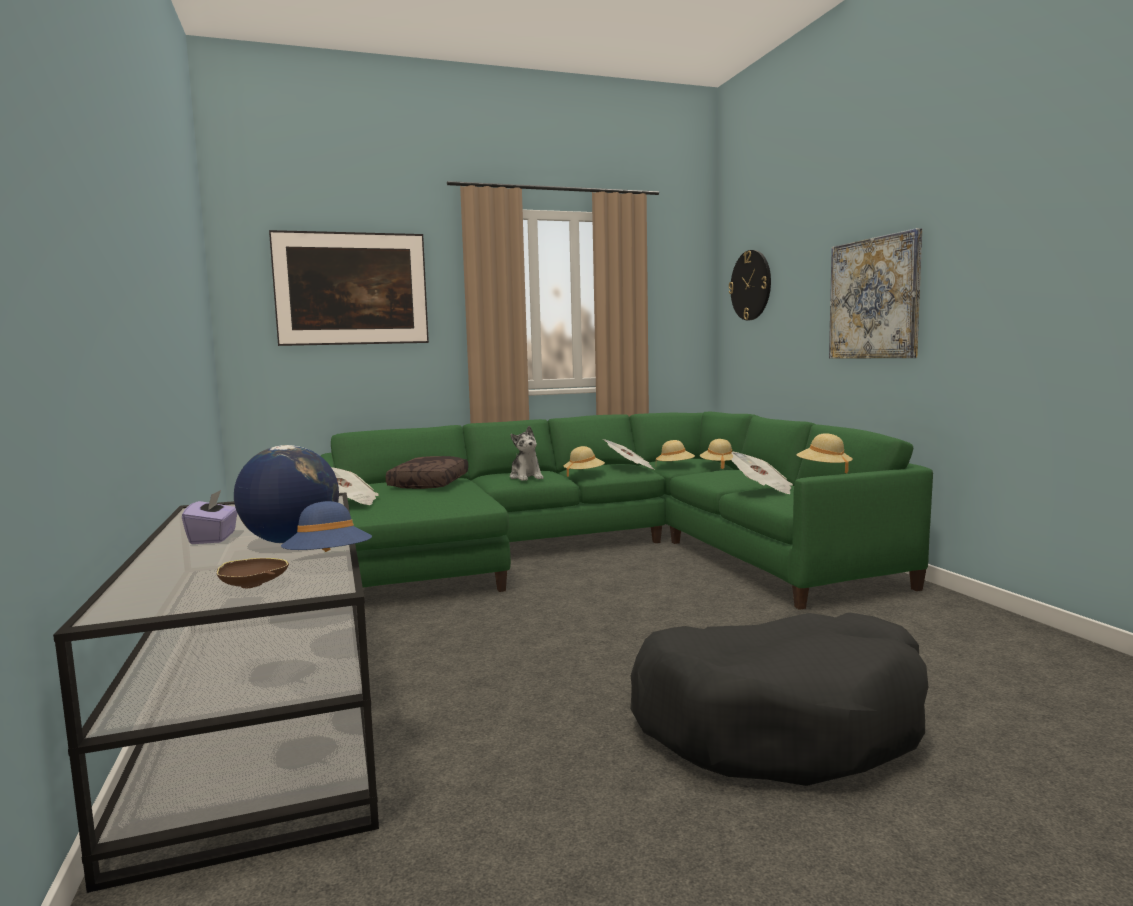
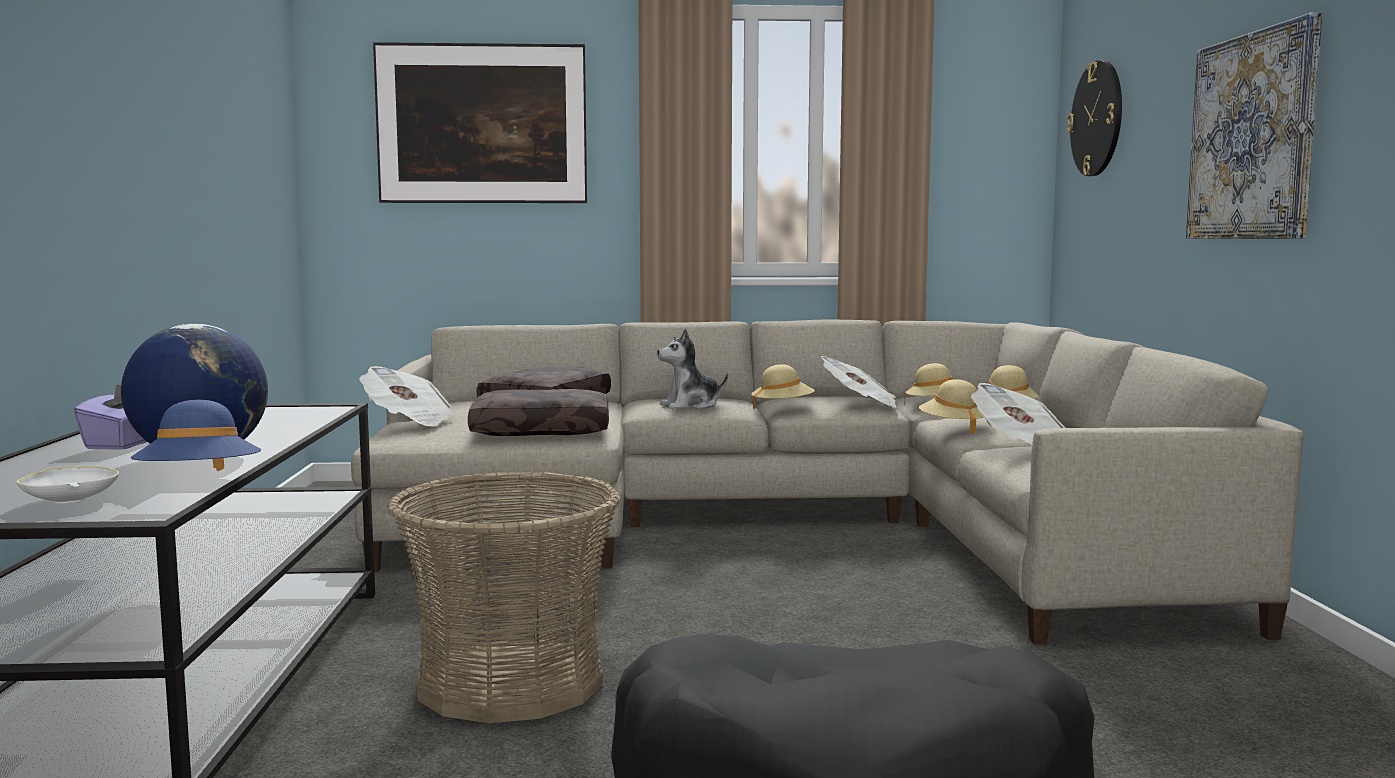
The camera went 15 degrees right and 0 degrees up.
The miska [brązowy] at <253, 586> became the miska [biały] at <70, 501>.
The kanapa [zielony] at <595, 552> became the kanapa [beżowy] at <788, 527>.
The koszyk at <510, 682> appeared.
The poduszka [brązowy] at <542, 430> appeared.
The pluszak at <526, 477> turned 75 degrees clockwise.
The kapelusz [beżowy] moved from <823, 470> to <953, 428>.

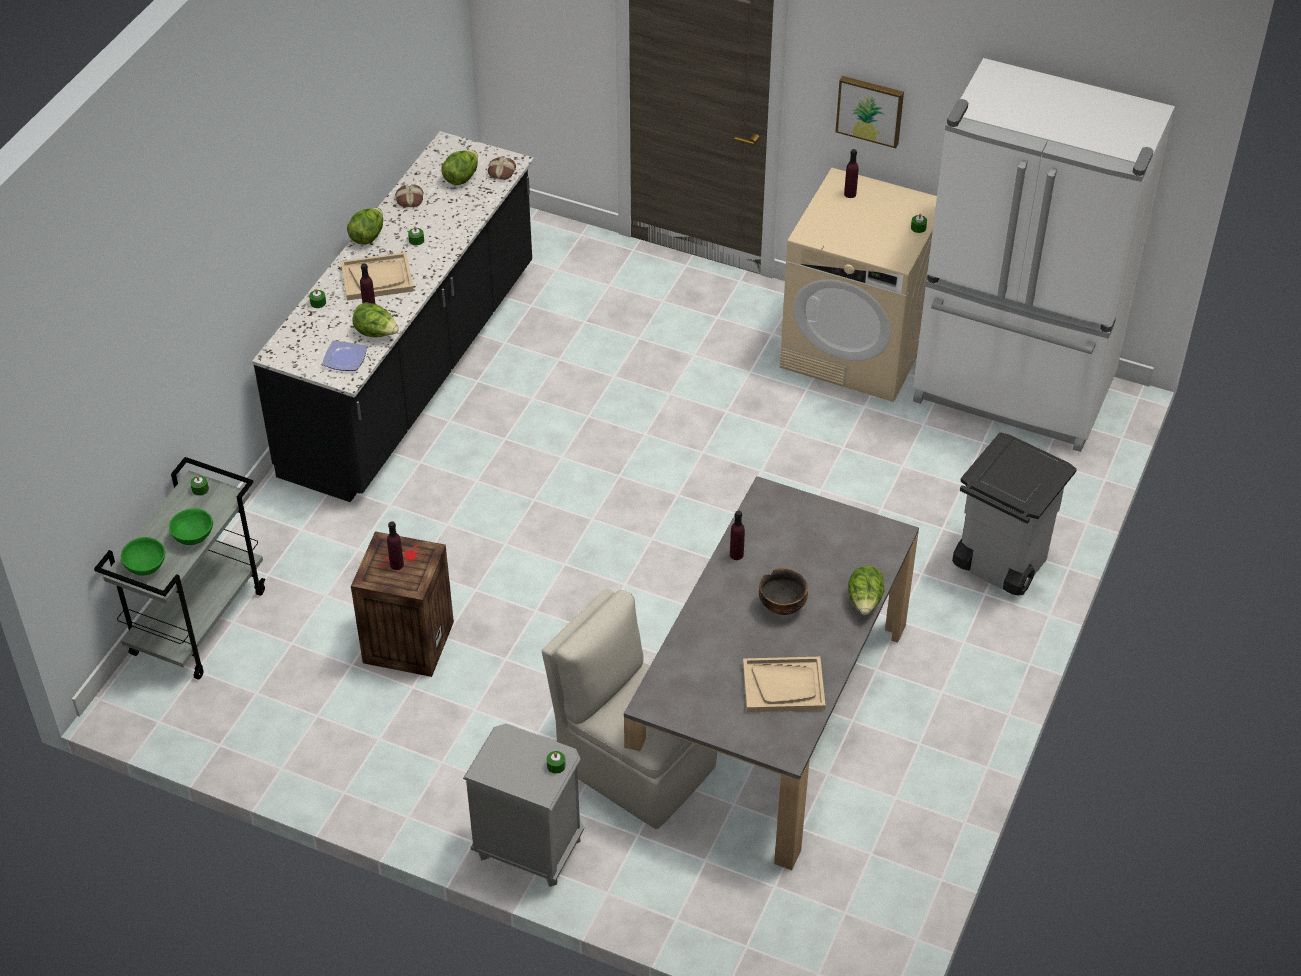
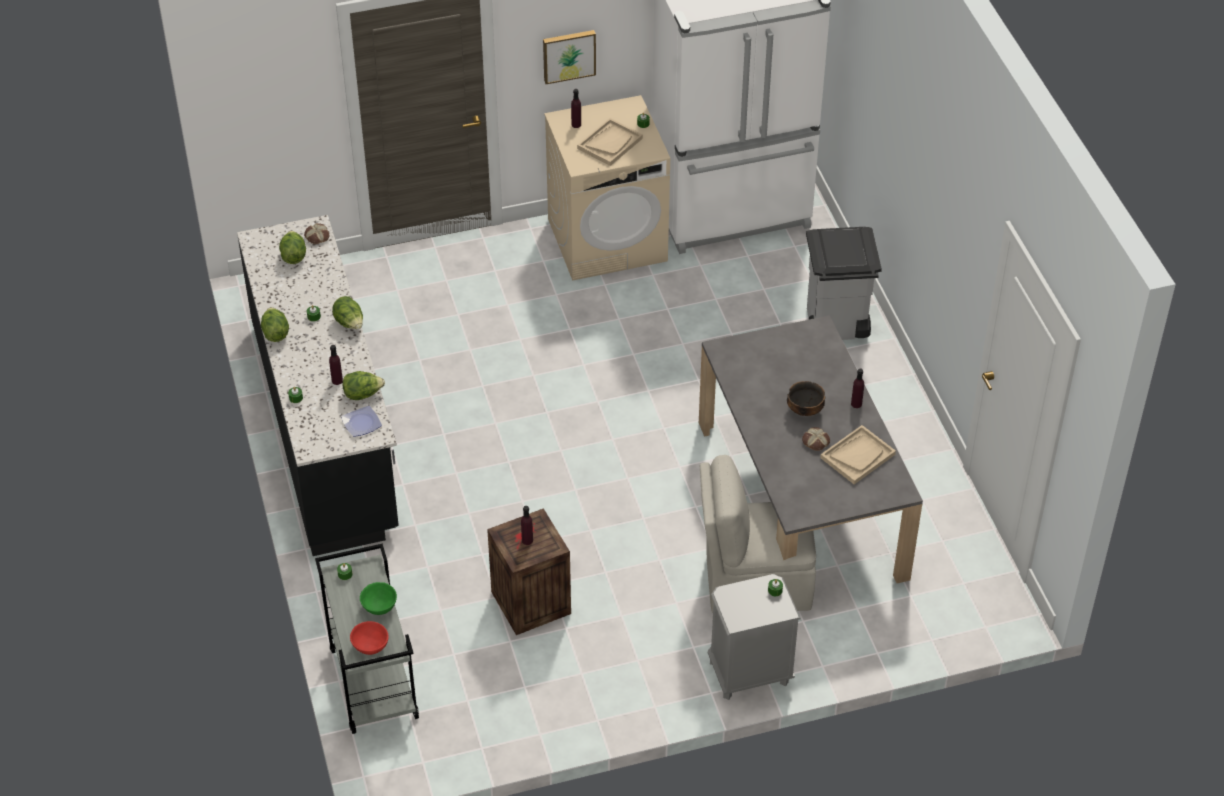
The camera went 40 degrees left and 0 degrees up.
The sałata moved from <865, 602> to <350, 323>.
The miska [zielony] at <146, 566> became the miska [czerwony] at <370, 646>.
The taca [beżowy] moved from <377, 278> to <610, 143>.
The chleb moved from <409, 199> to <815, 442>.
The butelka [fioletowy] moved from <736, 554> to <856, 404>.

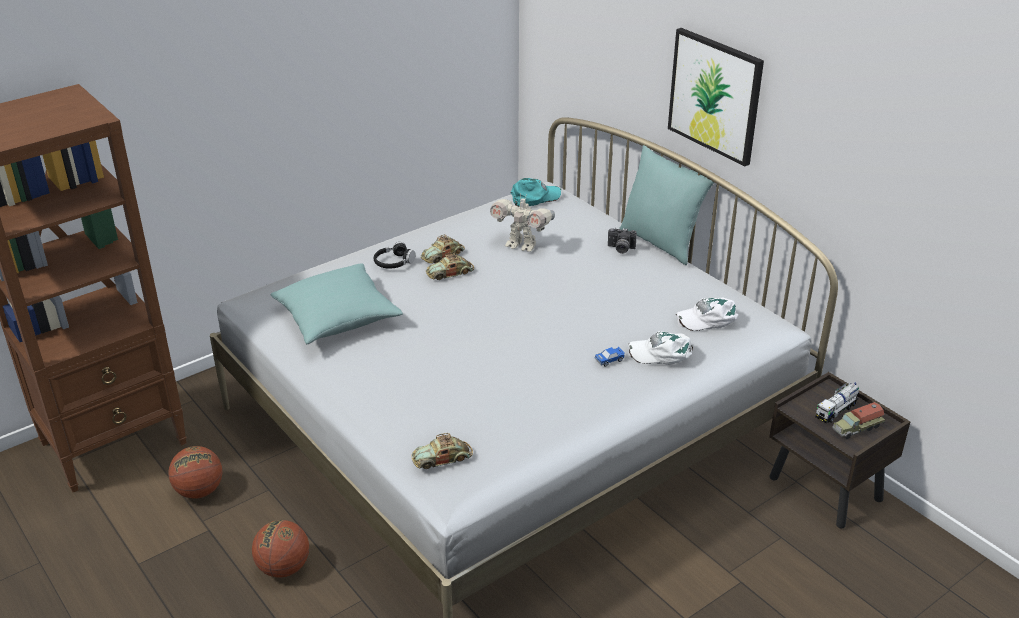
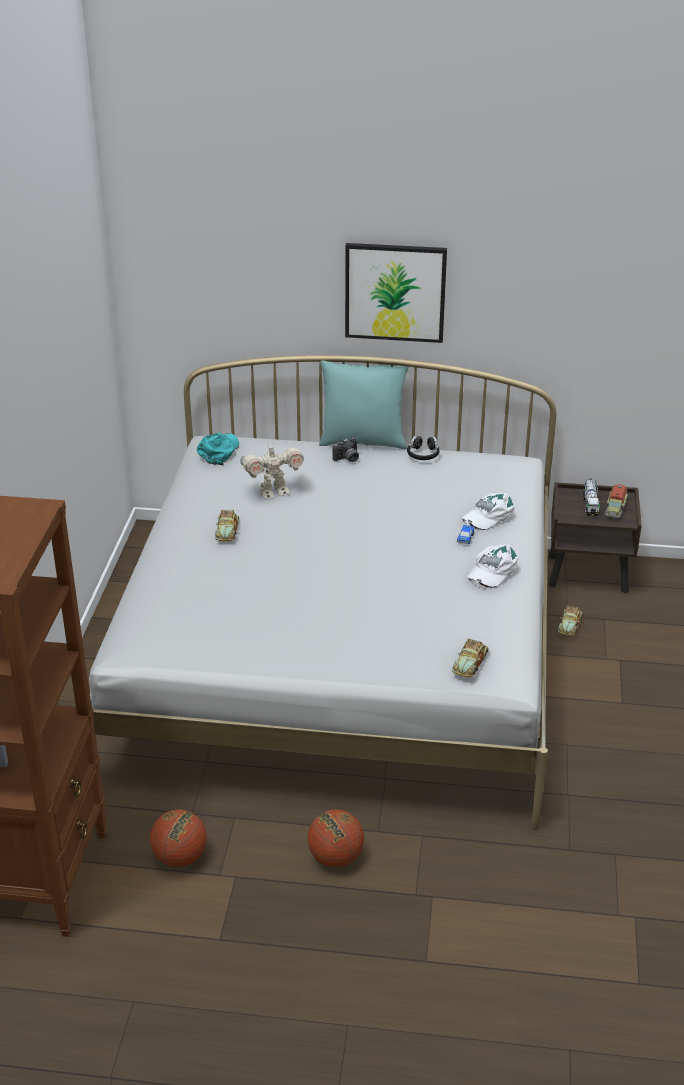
The camera went 45 degrees left and 0 degrees up.
The słuchawki [czarny] moved from <393, 262> to <423, 454>.
The czapka z daszkiem [biały] moved from <707, 318> to <491, 570>.
The samochodzik moved from <450, 273> to <569, 625>.
The poduszka [turkusowy] at <337, 318> disappeared.

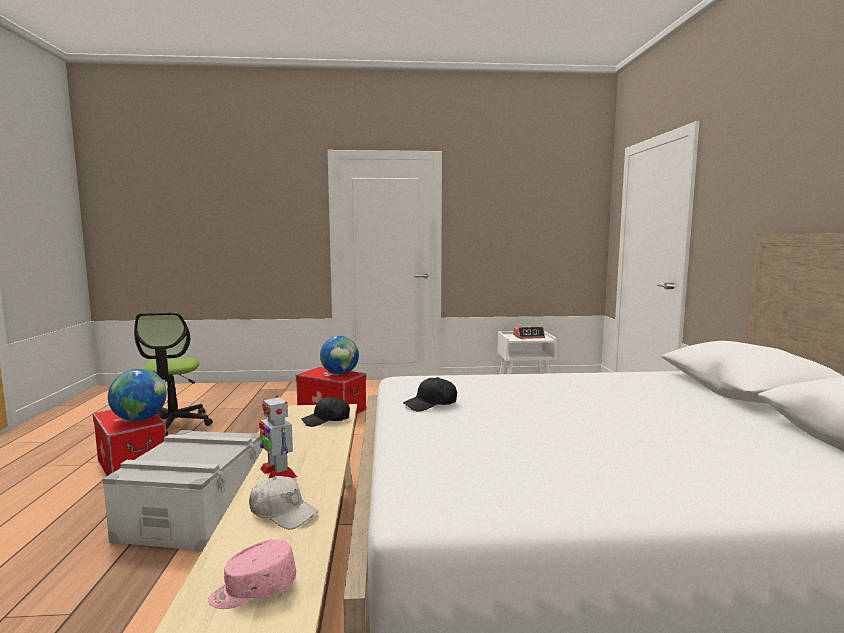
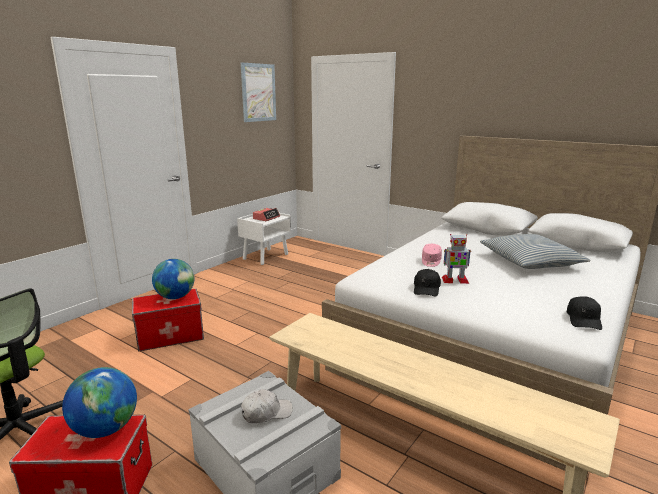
The camera went 50 degrees left and 10 degrees up.
The obraz at <258, 92> appeared.
The czapka z daszkiem [biały] moved from <283, 512> to <266, 413>.
The czapka z daszkiem [różowy] moved from <253, 590> to <431, 261>.
The robot zabawkowy moved from <277, 472> to <454, 280>.
The poduszka at <530, 261> appeared.
The czapka z daszkiem [czarny] moved from <326, 420> to <583, 319>.

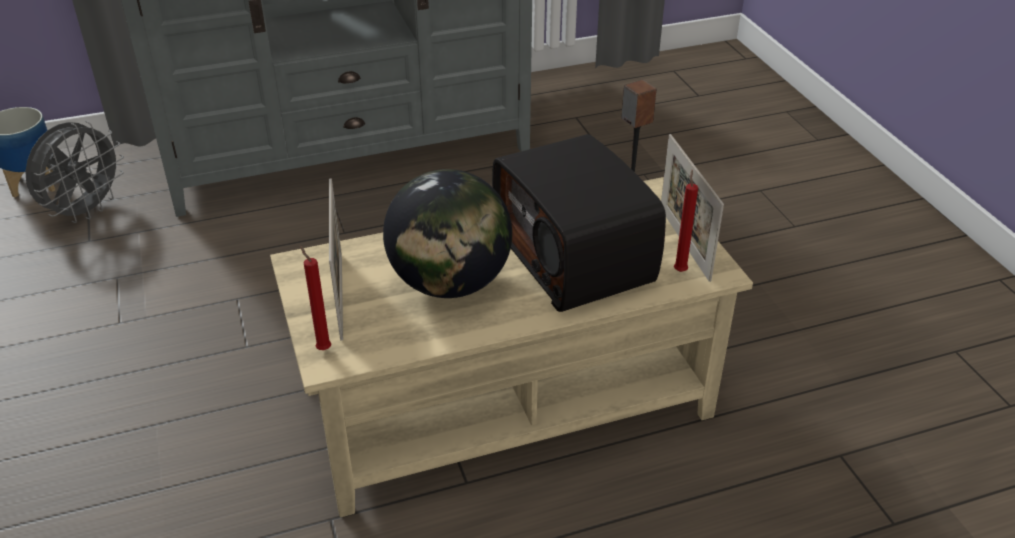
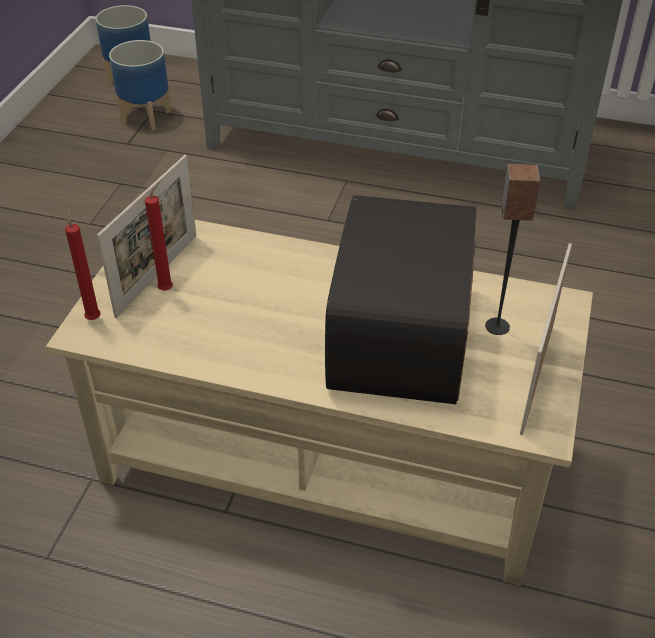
The camera went 35 degrees right and 5 degrees up.
The wentylator [szary] at <86, 211> was replaced by the donica at <146, 116>.
The świeca [czerwony] moved from <680, 270> to <168, 289>.
The globus at <450, 283> disappeared.

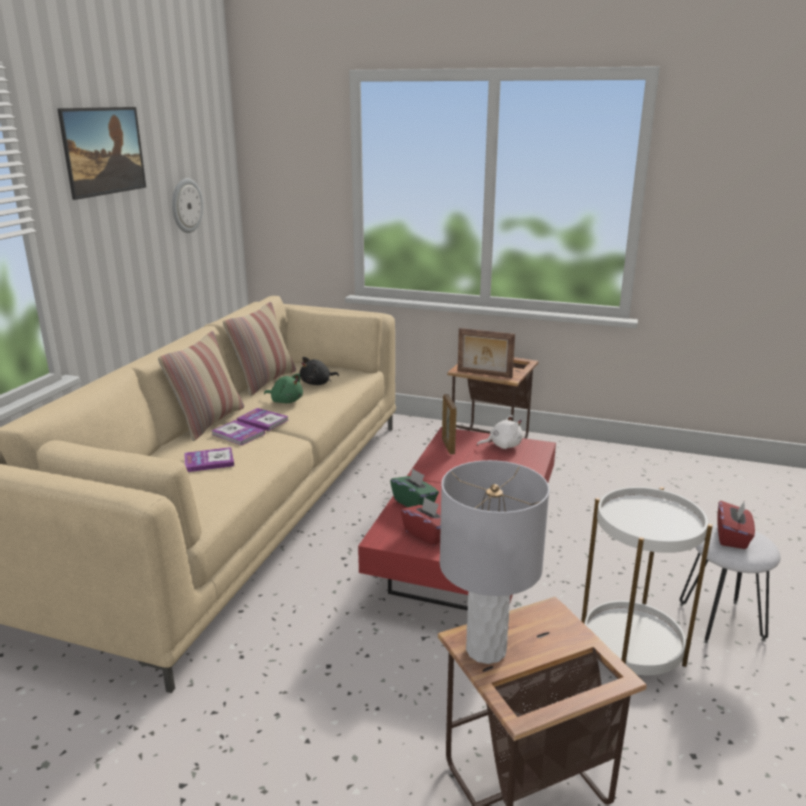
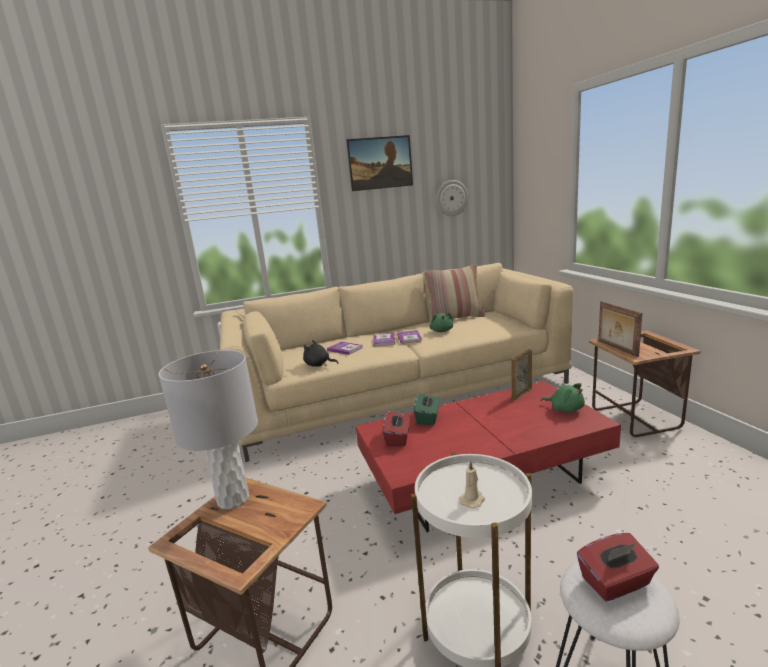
The camera went 55 degrees right and 5 degrees down.
The pluszak [czarny] moved from <317, 383> to <318, 365>.
The świeca [beżowy] at <472, 500> appeared.
The pluszak [biały] at <502, 446> became the pluszak [zielony] at <565, 409>.
The poduszka at <208, 422> disappeared.

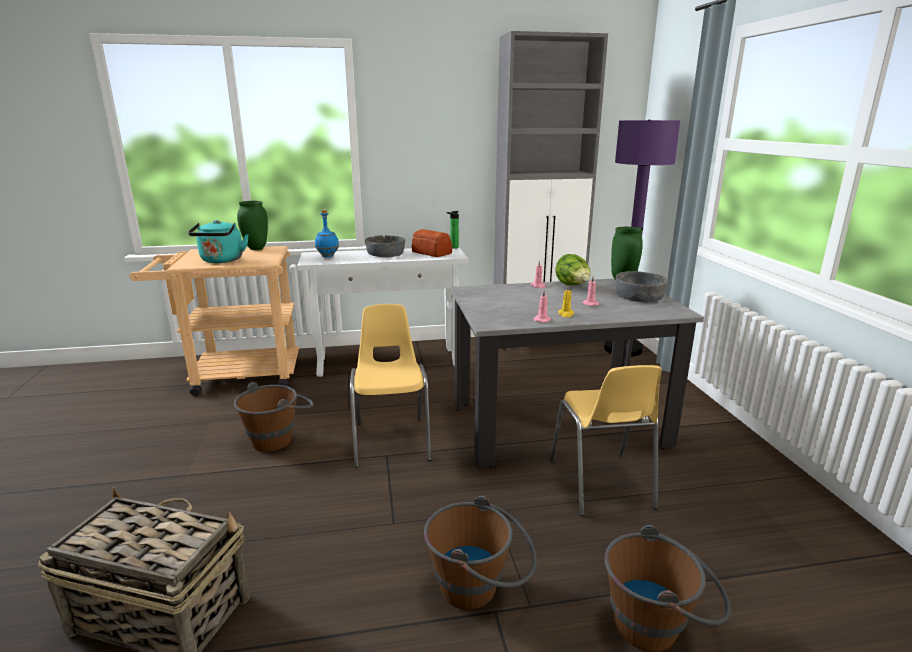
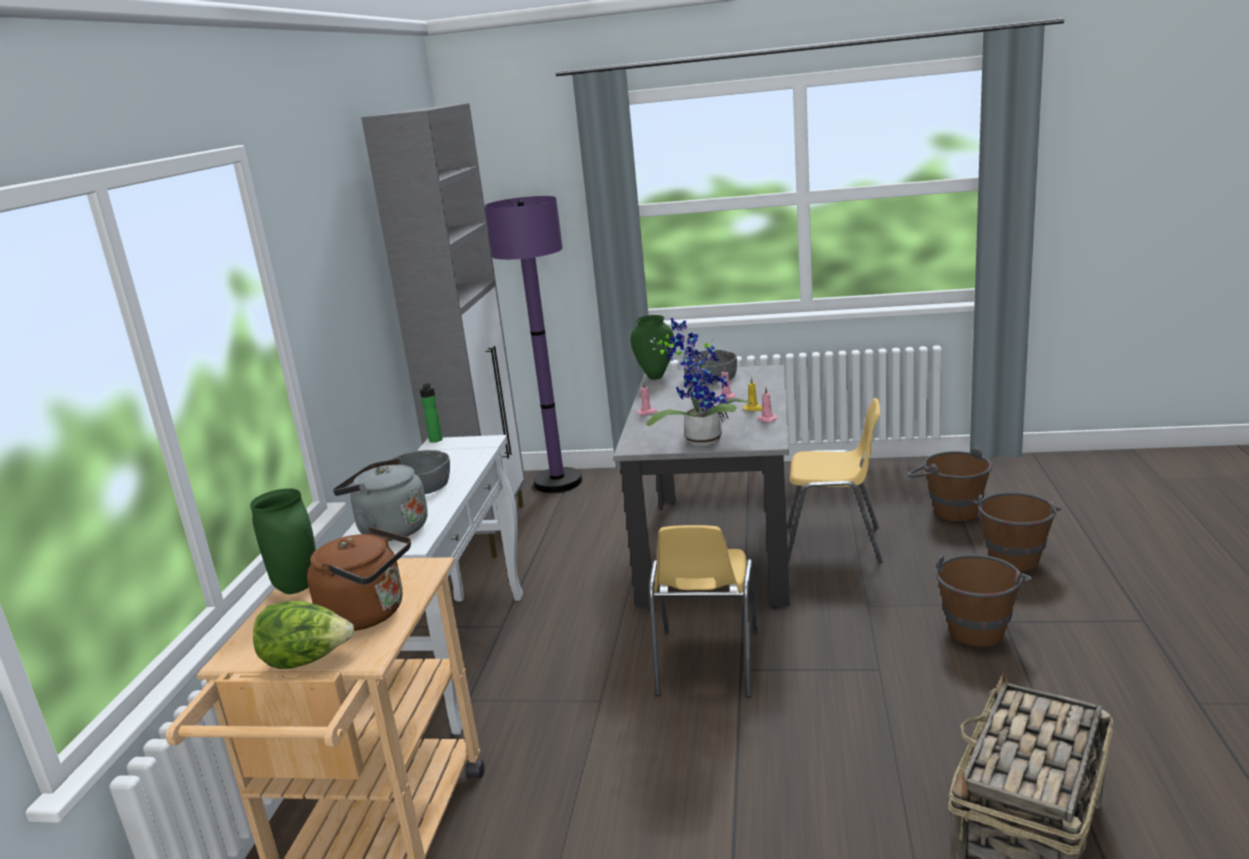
The camera went 70 degrees left and 0 degrees up.
The sałata moved from <572, 286> to <307, 661>.
The czajnik [turkusowy] at <221, 261> became the czajnik [brązowy] at <369, 614>.
The butelka [niebieski] at <328, 256> was replaced by the czajnik [szary] at <389, 530>.
The roślina doniczkowa at <700, 439> appeared.
The krzesło [żółty] at <391, 440> turned 90 degrees counterclockwise.
The wiadro [brązowy] moved from <279, 437> to <948, 509>.
The chleb at <431, 253> disappeared.

